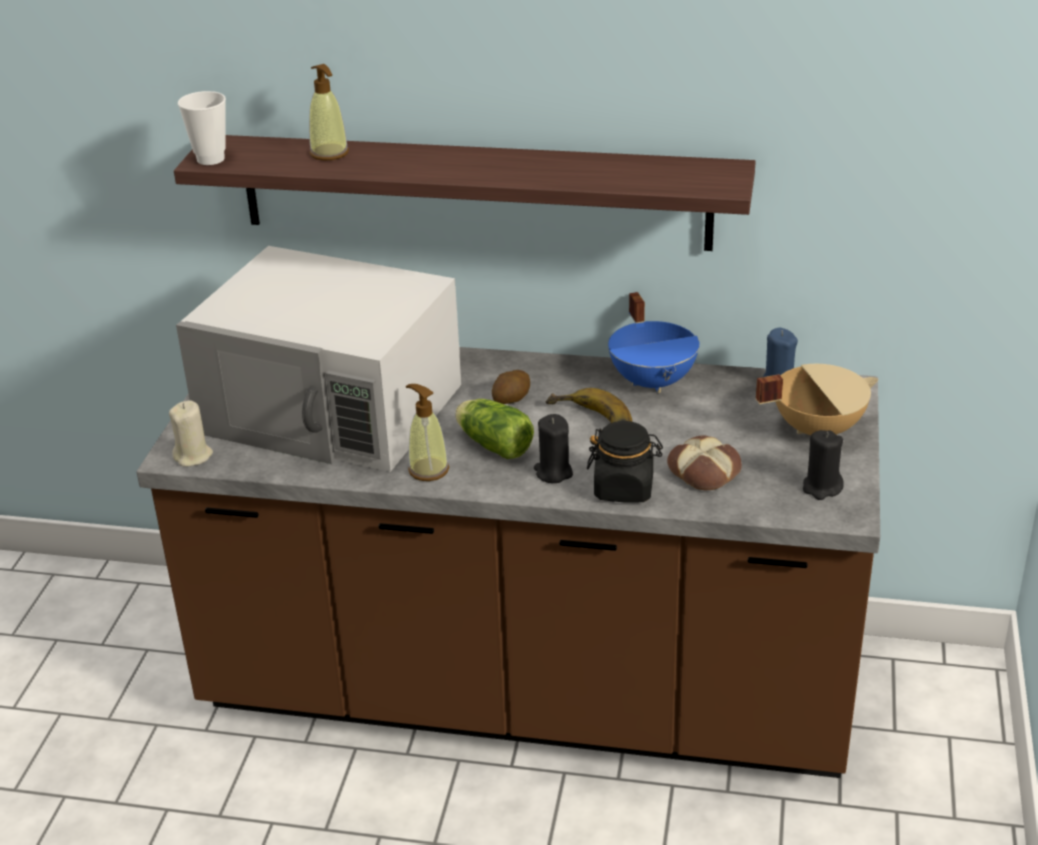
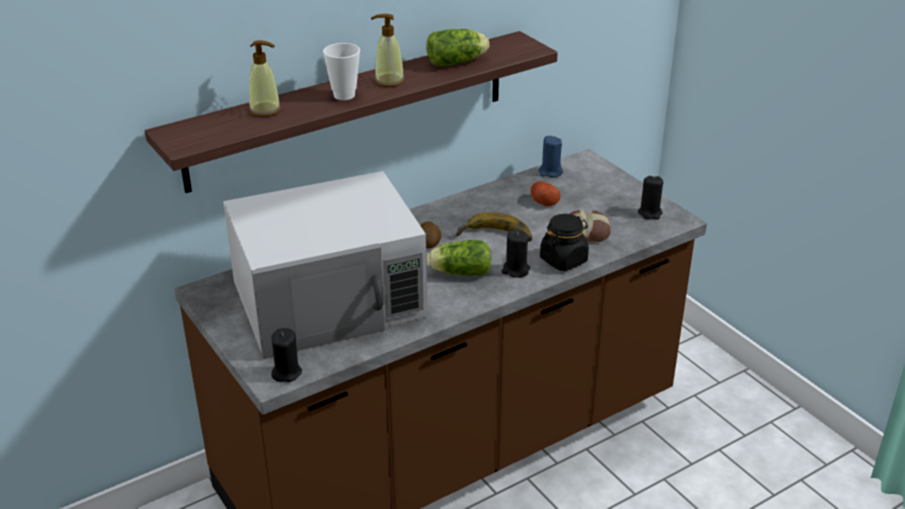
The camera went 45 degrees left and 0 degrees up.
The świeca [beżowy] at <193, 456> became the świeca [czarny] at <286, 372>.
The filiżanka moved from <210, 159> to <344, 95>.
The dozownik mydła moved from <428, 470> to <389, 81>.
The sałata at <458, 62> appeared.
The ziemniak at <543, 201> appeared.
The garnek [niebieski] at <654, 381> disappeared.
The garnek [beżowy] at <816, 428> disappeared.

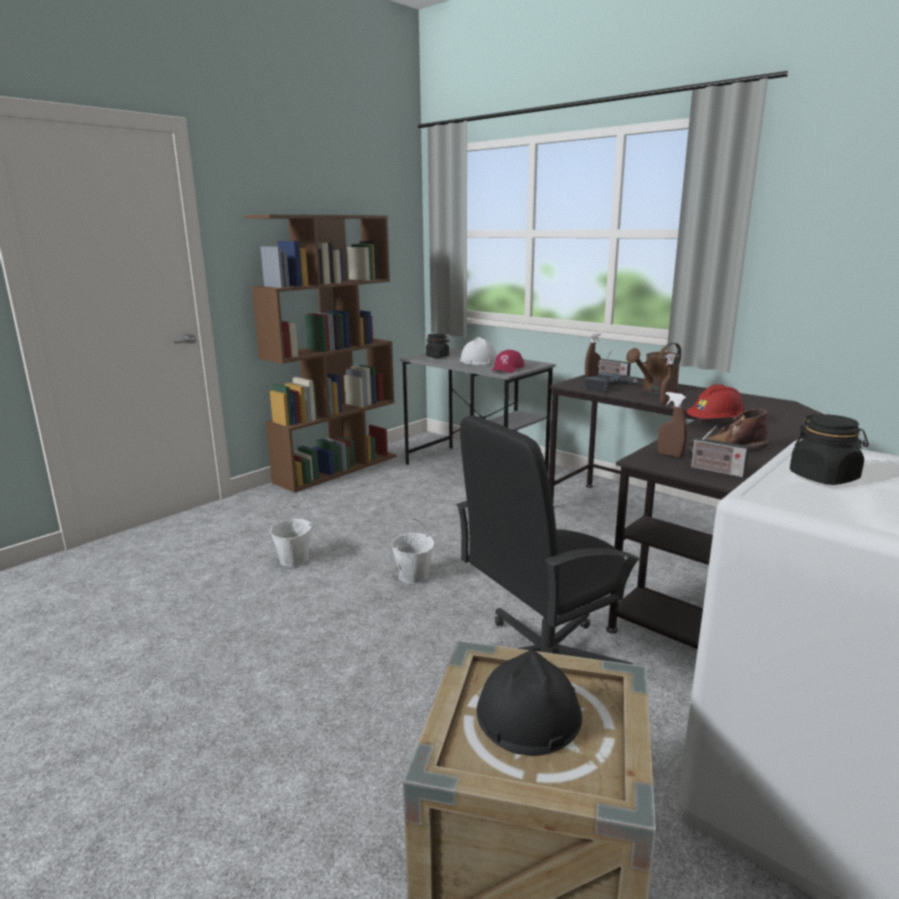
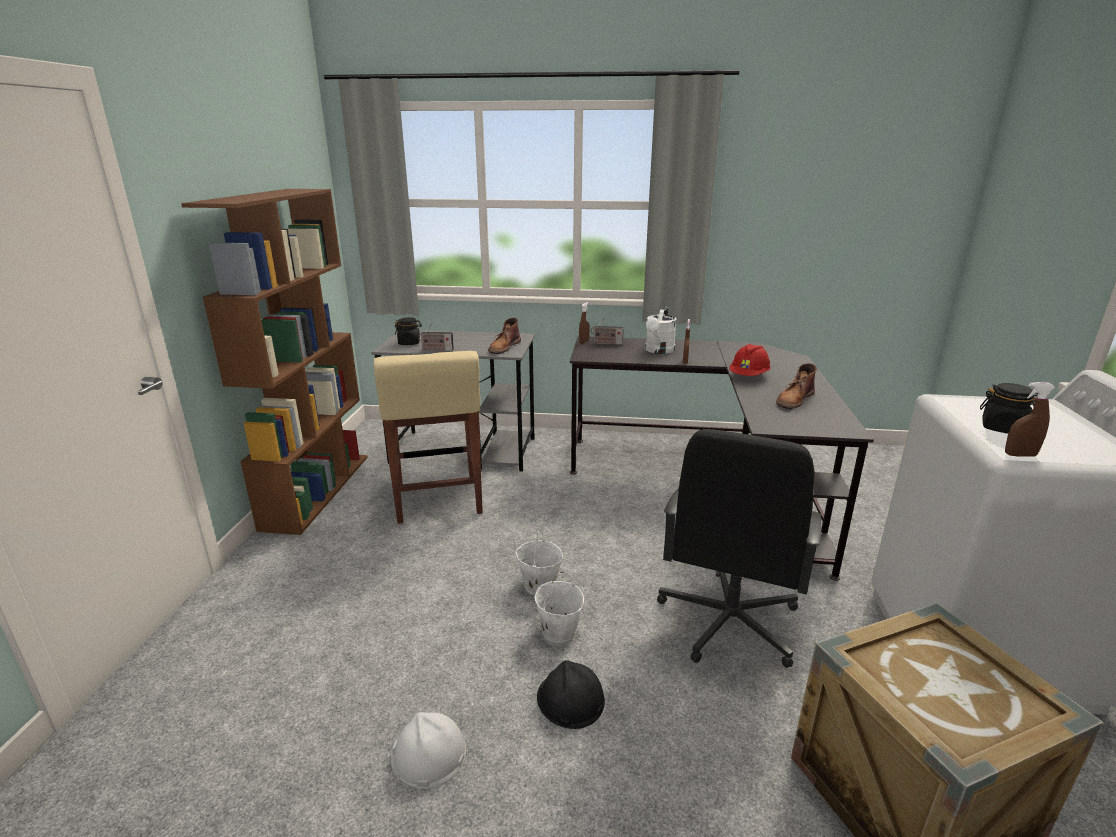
The camera went 35 degrees left and 5 degrees up.
The stołek [beżowy] at <438, 500> appeared.
The kask [biały] moved from <478, 361> to <428, 753>.
The radio moved from <714, 470> to <436, 350>.
The czapka z daszkiem [czerwony] at <507, 368> was replaced by the but z cholewką [brązowy] at <504, 347>.
The wiadro [biały] moved from <294, 559> to <558, 630>.
The kask [czarny] moved from <528, 713> to <570, 699>.
The konewka [brązowy] at <655, 391> became the konewka [biały] at <658, 351>.
The spryskiwacz [brązowy] moved from <670, 455> to <1020, 455>.
The wiertarka at <609, 387> disappeared.

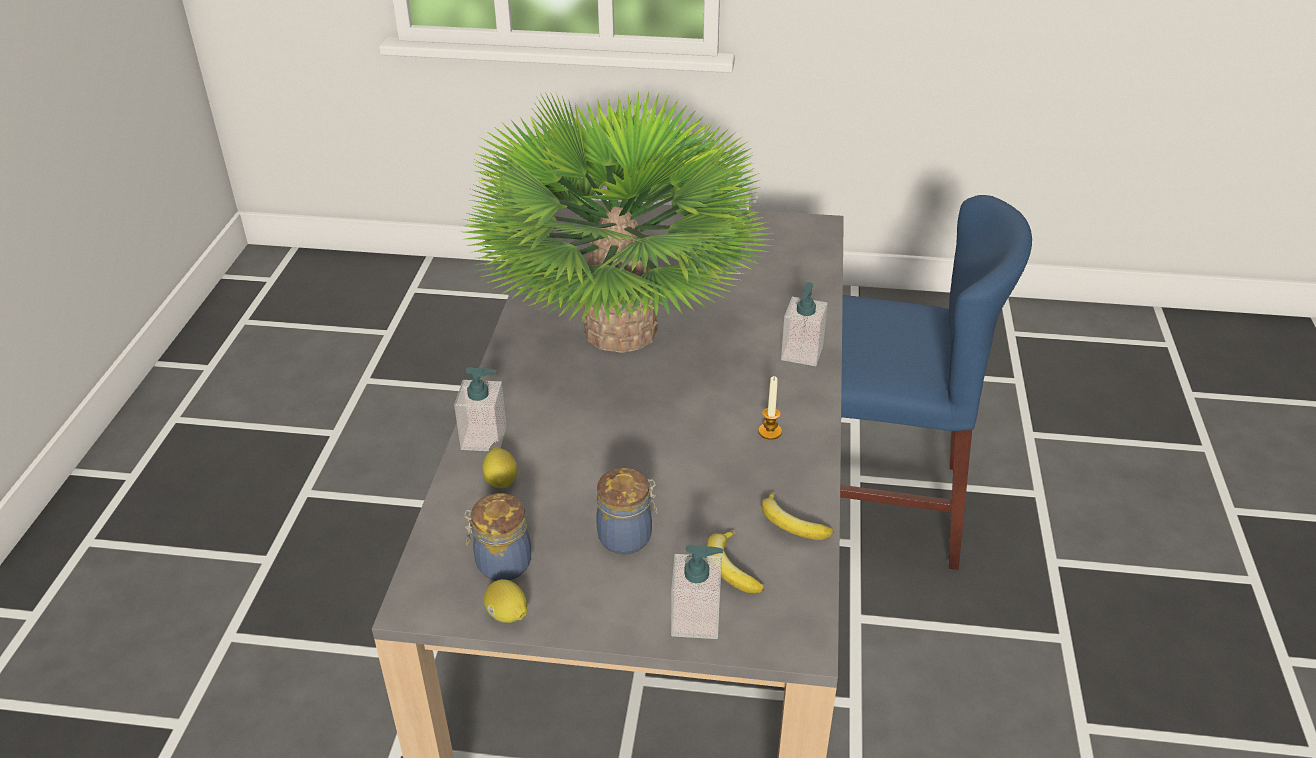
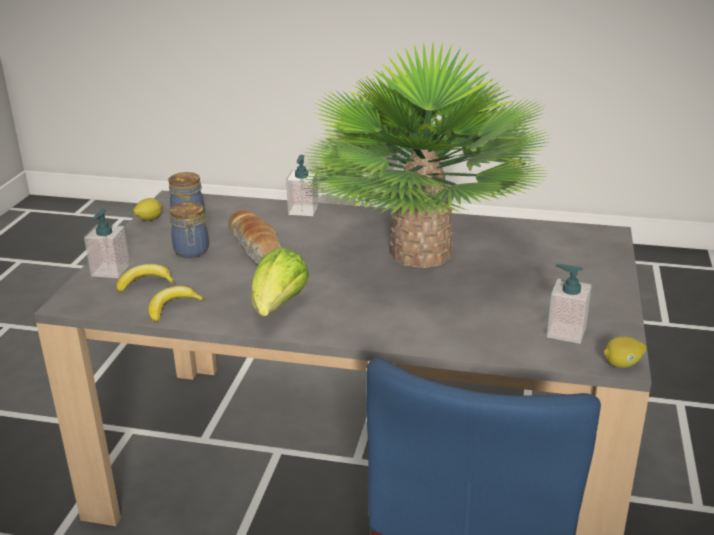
The camera went 95 degrees right and 10 degrees down.
The chleb at <257, 248> appeared.
The świeca at <770, 431> was replaced by the sałata at <278, 307>.
The dozownik mydła moved from <802, 353> to <566, 332>.
The cytryna moved from <501, 480> to <622, 364>.

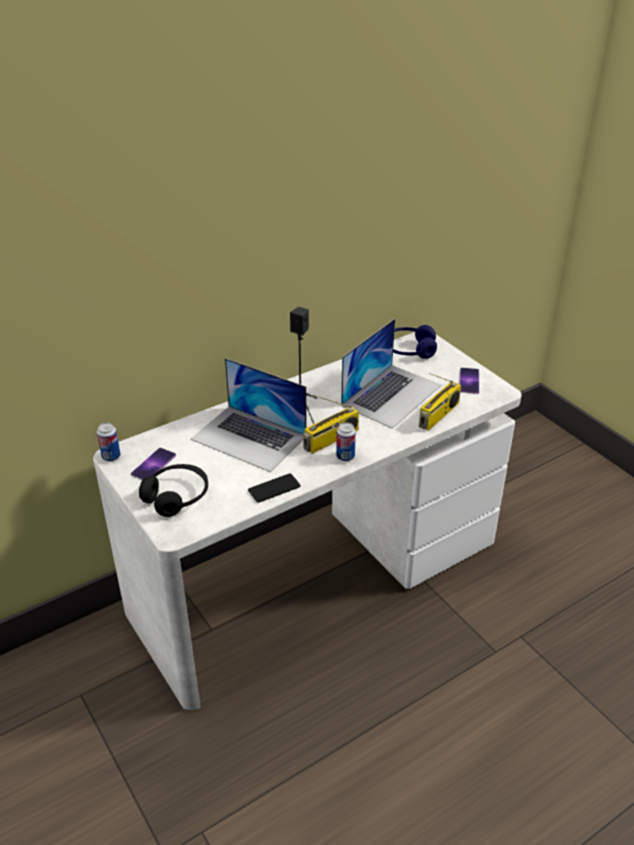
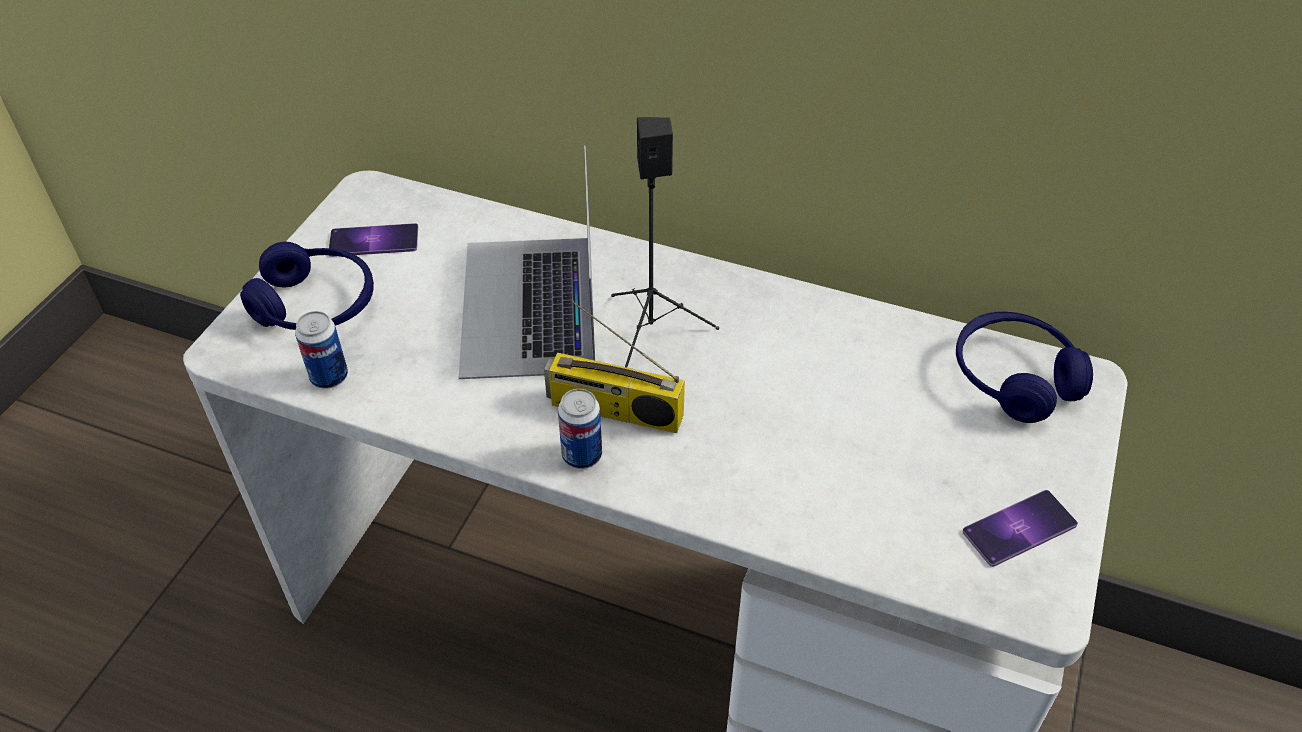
The camera went 55 degrees right and 10 degrees up.
The słuchawki [czarny] at <176, 496> became the słuchawki [niebieski] at <316, 305>.
The puszka moved from <111, 456> to <329, 377>.
The telefon at <274, 488> disappeared.
The laptop at <391, 395> disappeared.
The radio at <439, 416> disappeared.

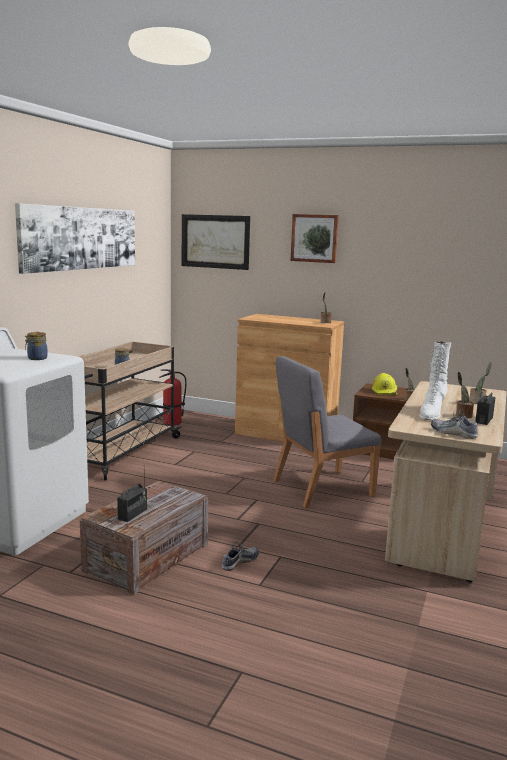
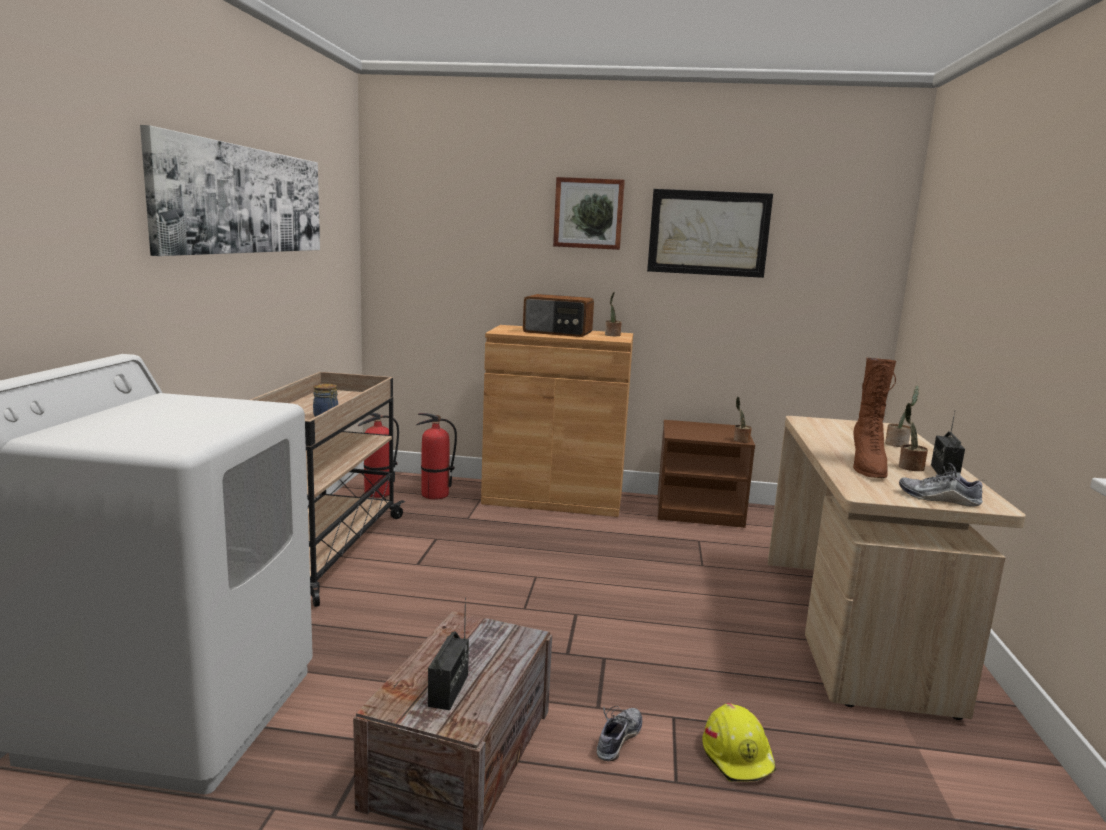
The camera went 15 degrees left and 0 degrees up.
The gaśnica at <434, 495> appeared.
The radio at <557, 332> appeared.
The obraz moved from <215, 241> to <708, 233>.
The kask [żółty] moved from <385, 392> to <738, 756>.
The but z cholewką [biały] at <431, 413> became the but z cholewką [brązowy] at <867, 467>.
The słoik at <36, 358> disappeared.
The krzesło [szary] at <321, 488> disappeared.

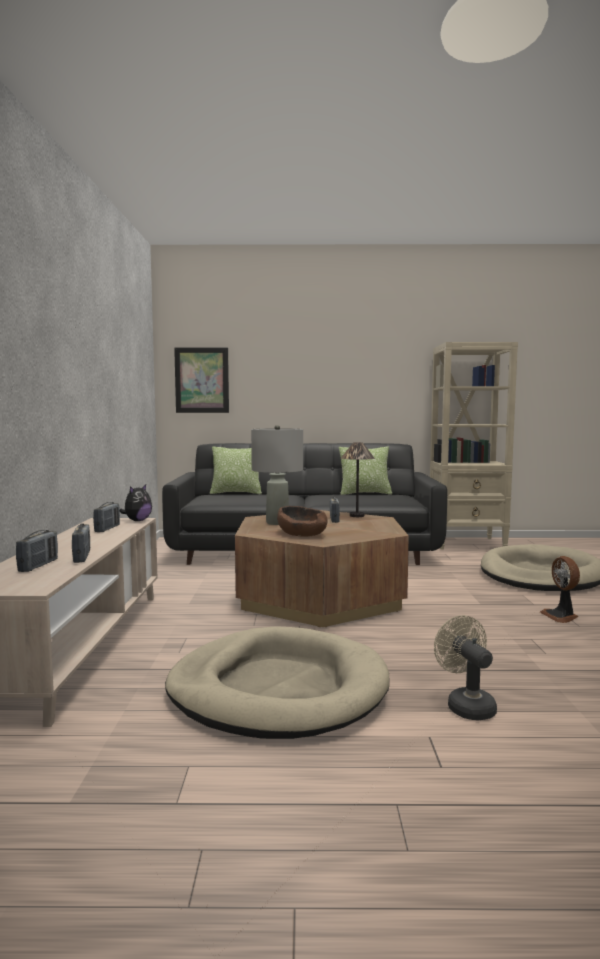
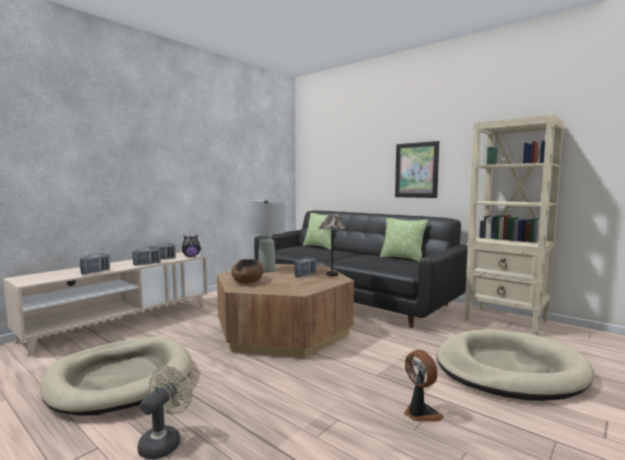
The camera went 40 degrees right and 0 degrees up.
The radio moved from <38, 566> to <147, 264>.
The obraz moved from <202, 380> to <416, 170>.
The wentylator at <561, 616> turned 120 degrees clockwise.

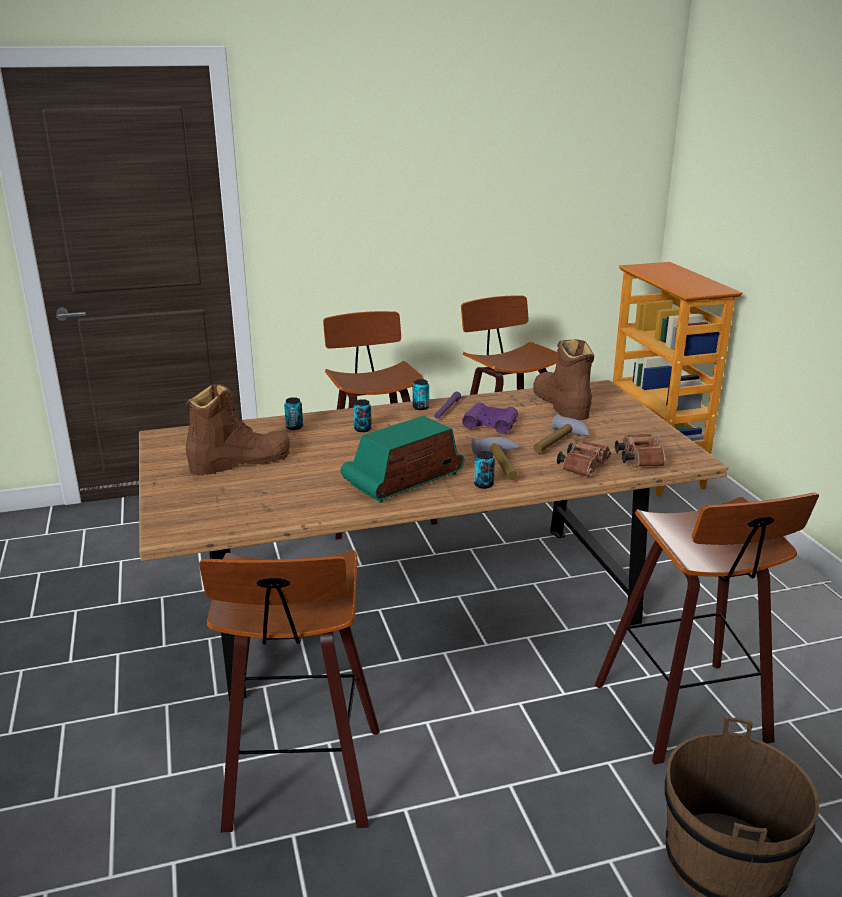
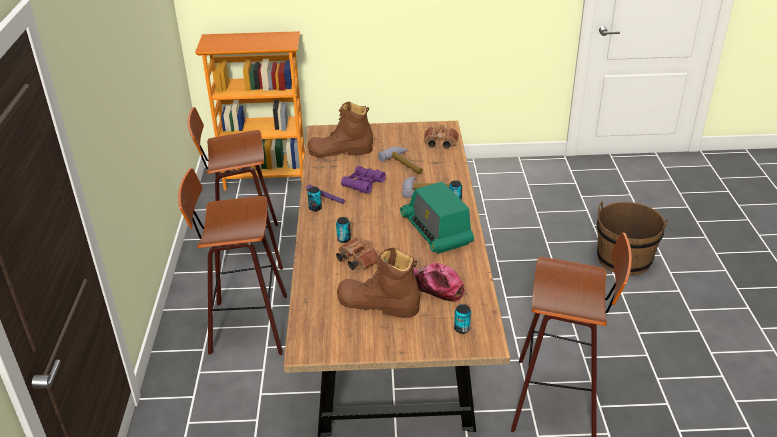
The camera went 75 degrees left and 10 degrees up.
The lornetka [brązowy] moved from <583, 467> to <356, 260>.
The but z cholewką [brązowy] at <240, 461> turned 60 degrees counterclockwise.
The czapka z daszkiem at <433, 287> appeared.
The puszka moved from <294, 427> to <462, 329>.
The stołek at <688, 715> disappeared.

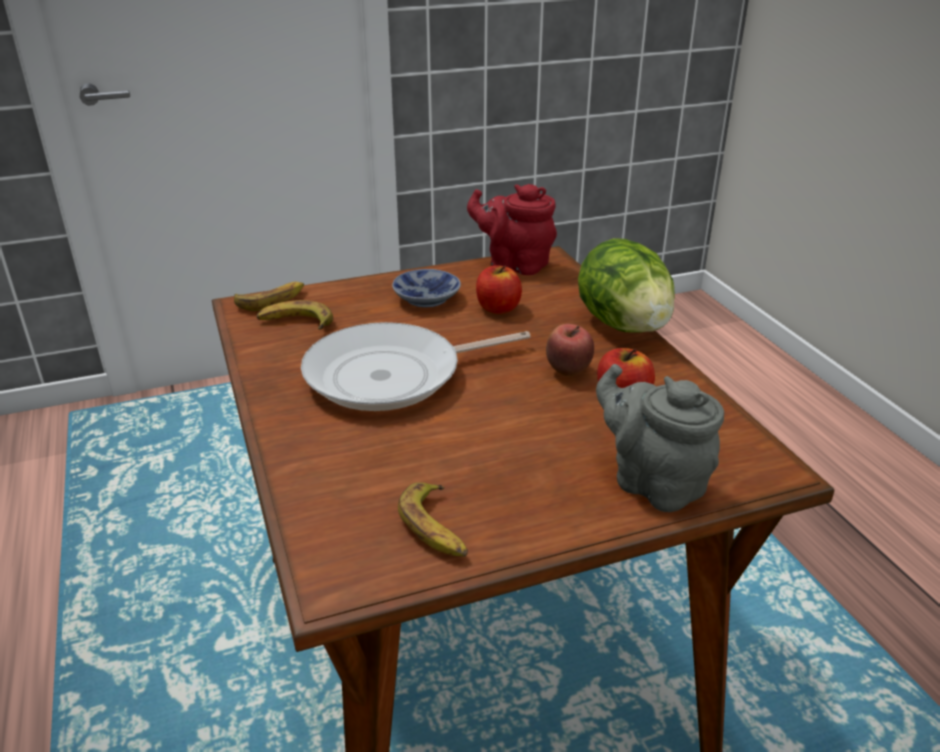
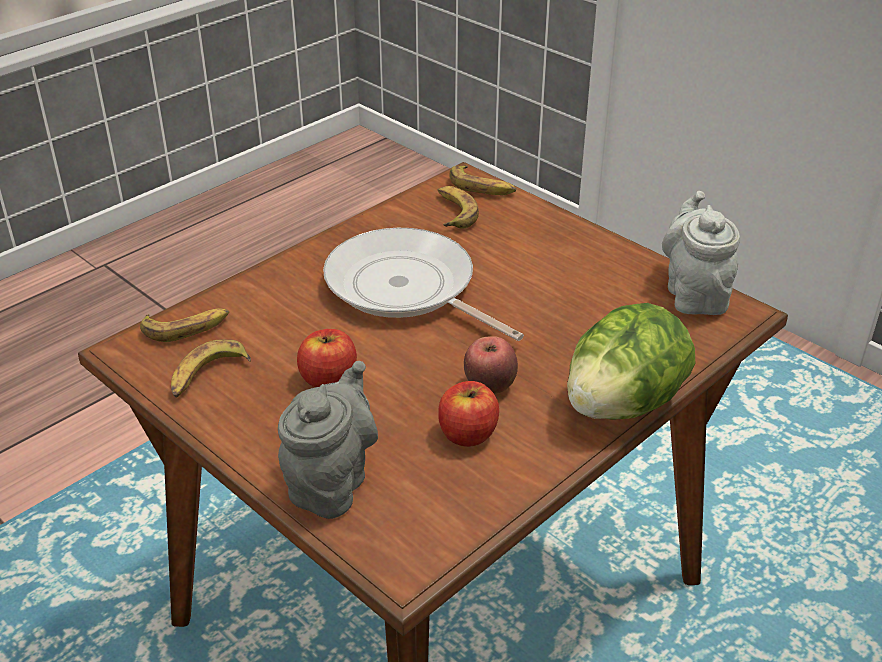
The camera went 65 degrees right and 5 degrees up.
The banan at <186, 328> appeared.
The jabłko moved from <498, 308> to <328, 378>.
The imbryk [czerwony] at <514, 264> became the imbryk [szary] at <694, 294>.
The miska at <428, 299> disappeared.

